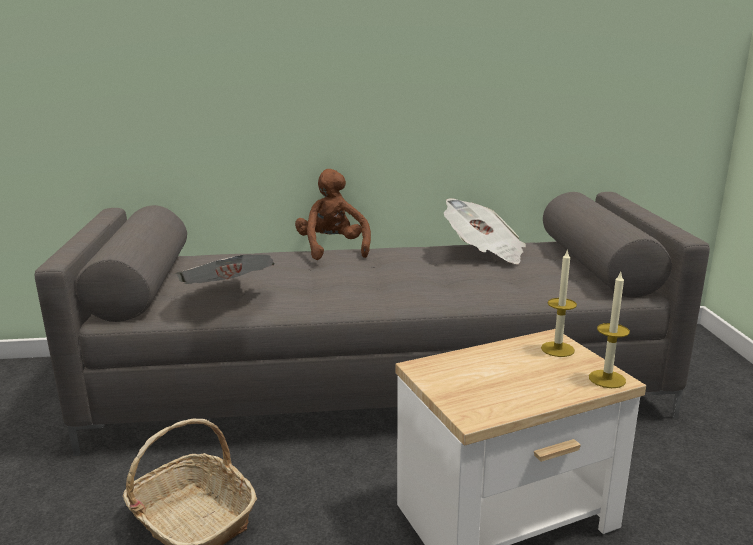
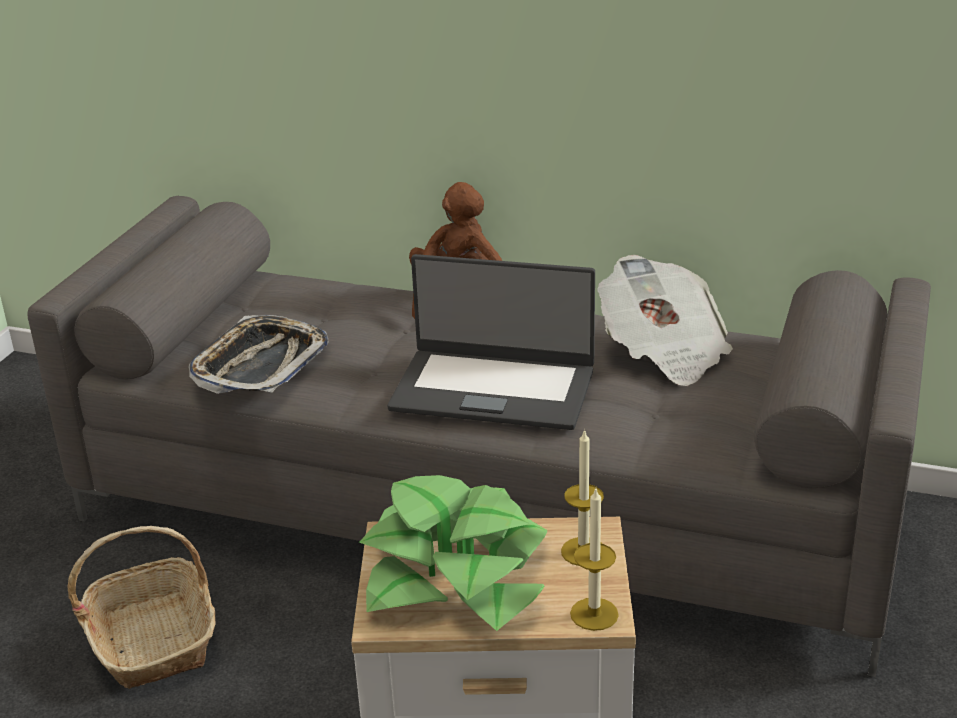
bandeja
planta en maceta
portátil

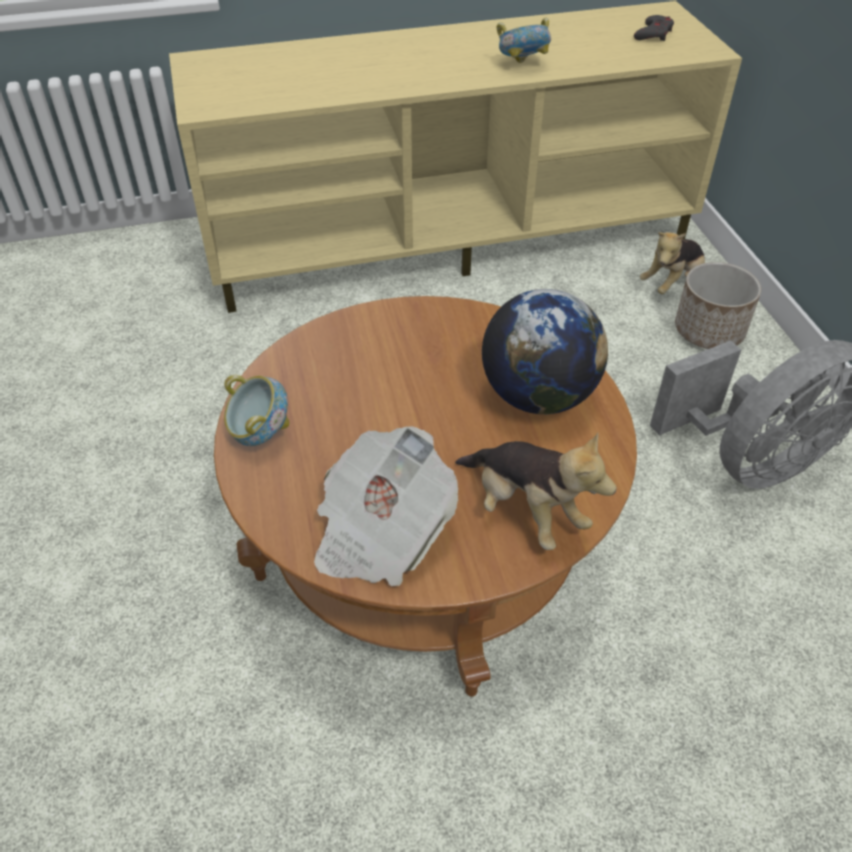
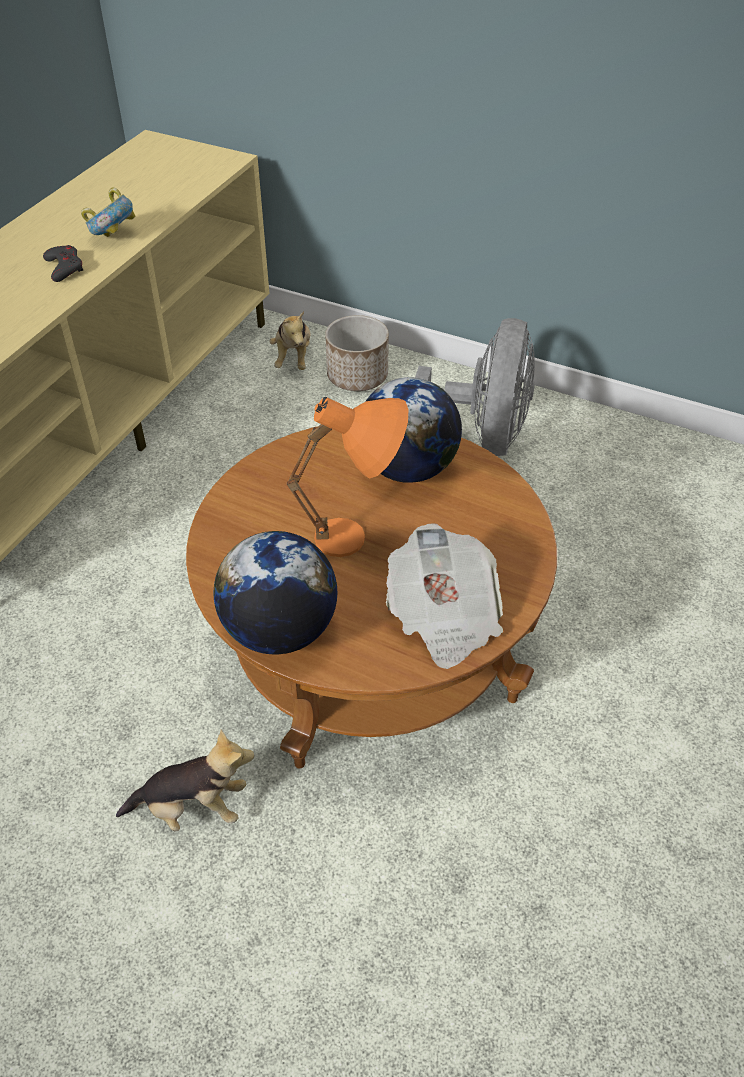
mando de consola/gris
peluche (1st from left)
globo terráqueo (1st from left)
lámpara de mesa/naranja

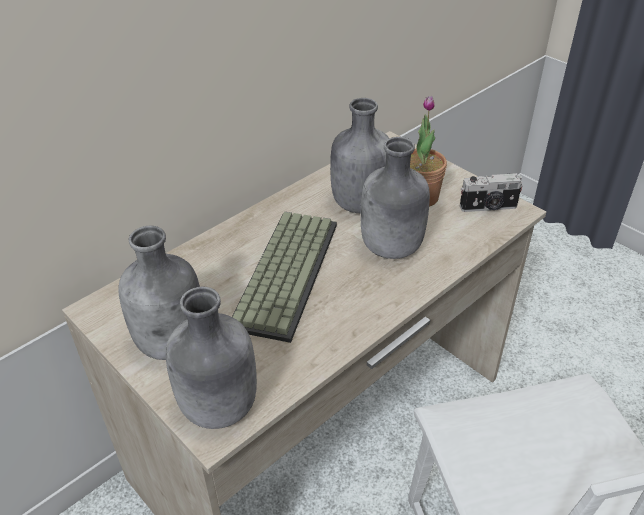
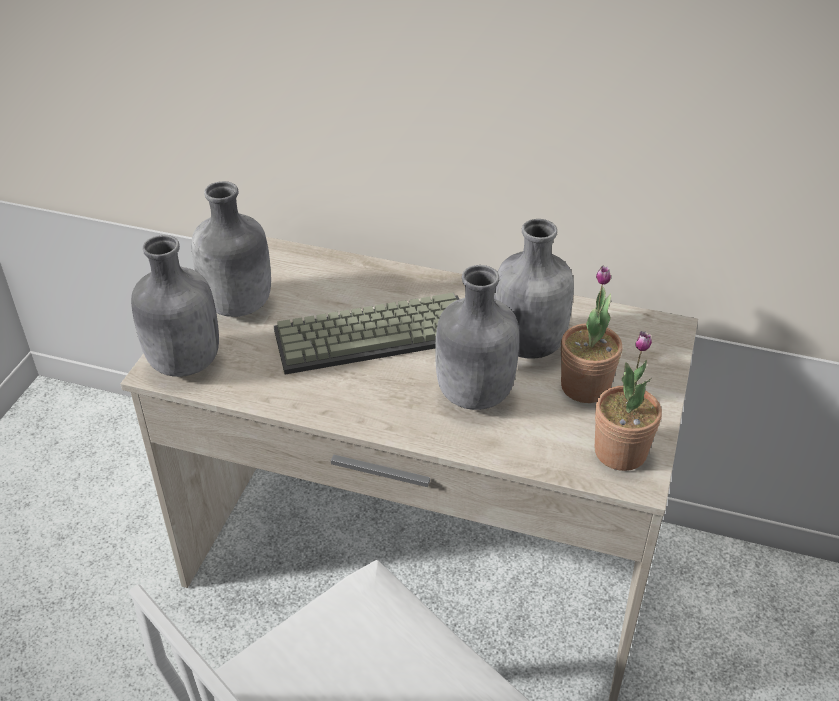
planta en maceta (2nd from left)

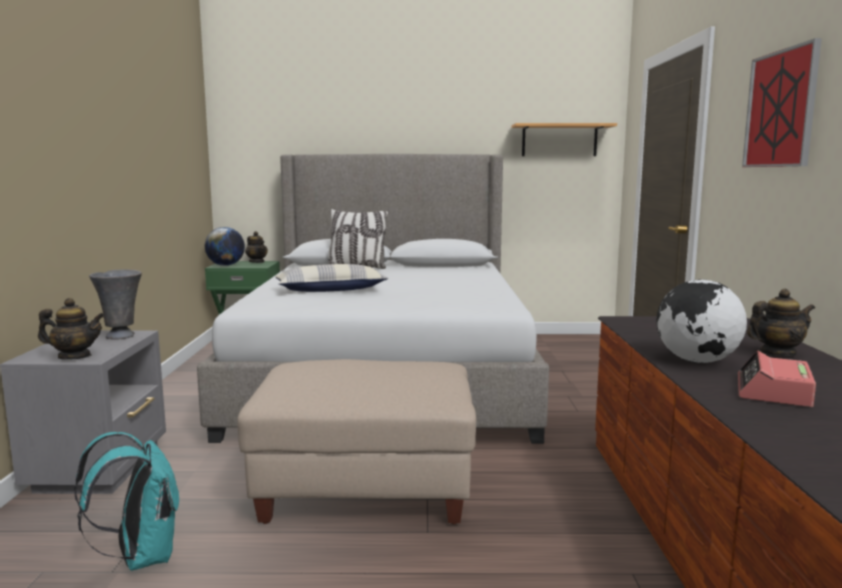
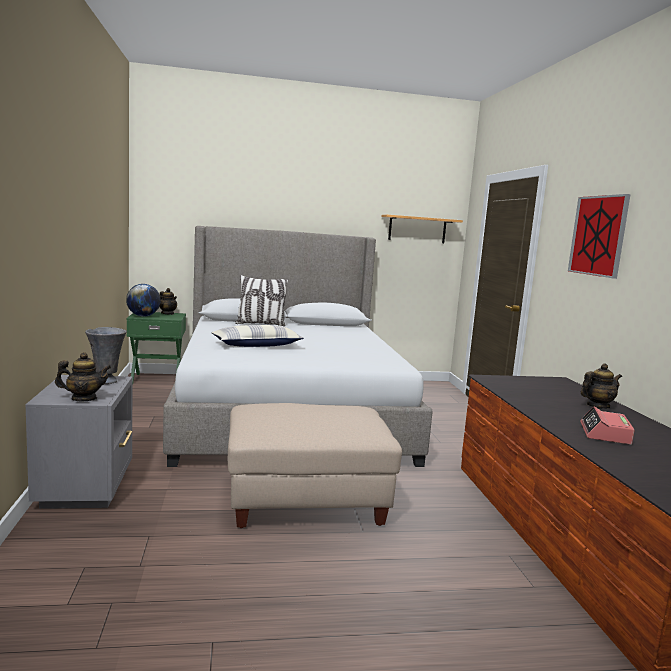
mochila/turquesa
globo terráqueo (2nd from left in the first image)

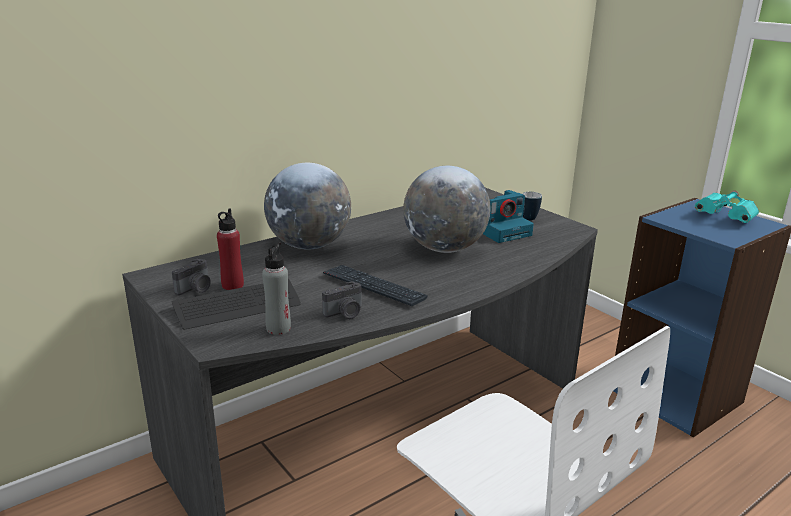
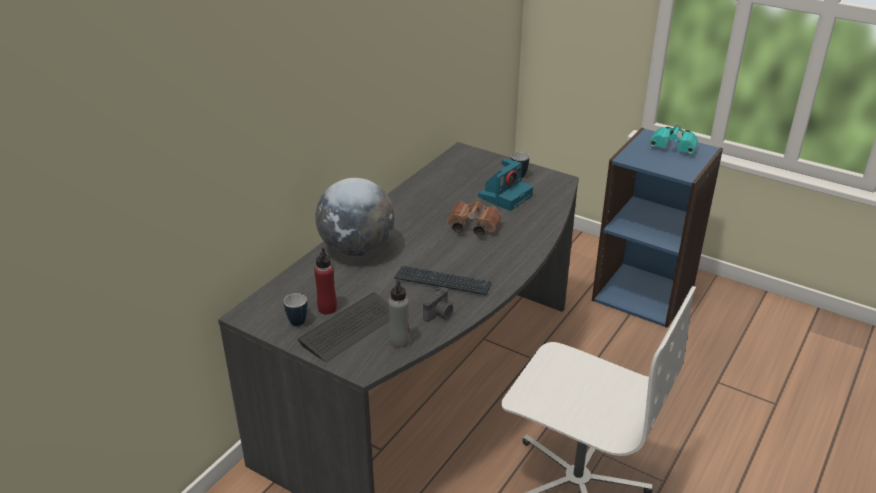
taza grande (1st from left)
prismáticos/marrón

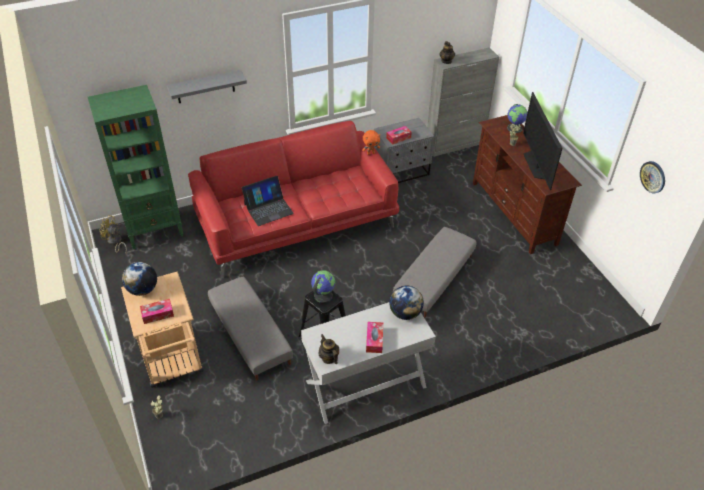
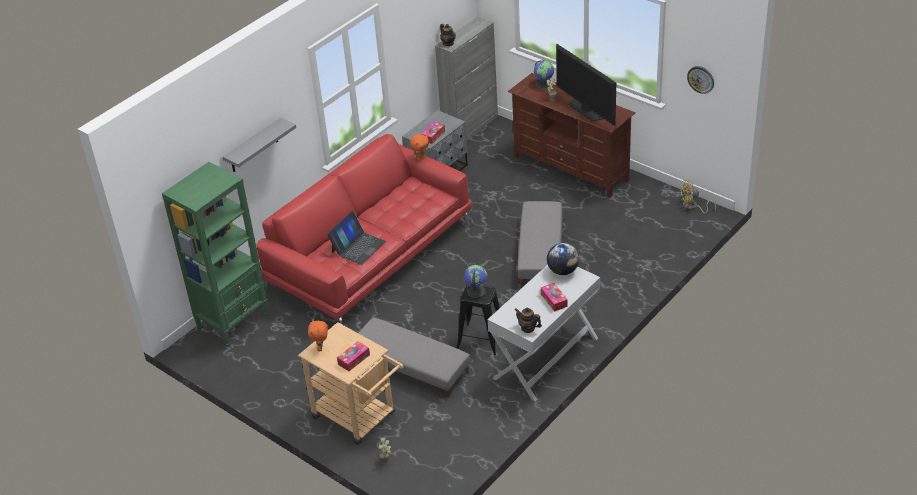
peluche/naranja (1st from left)
ventilador/amarillo

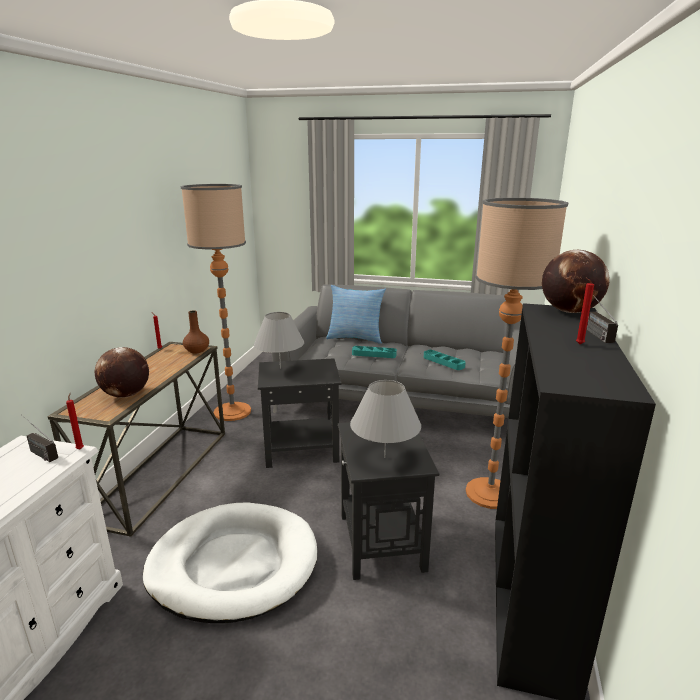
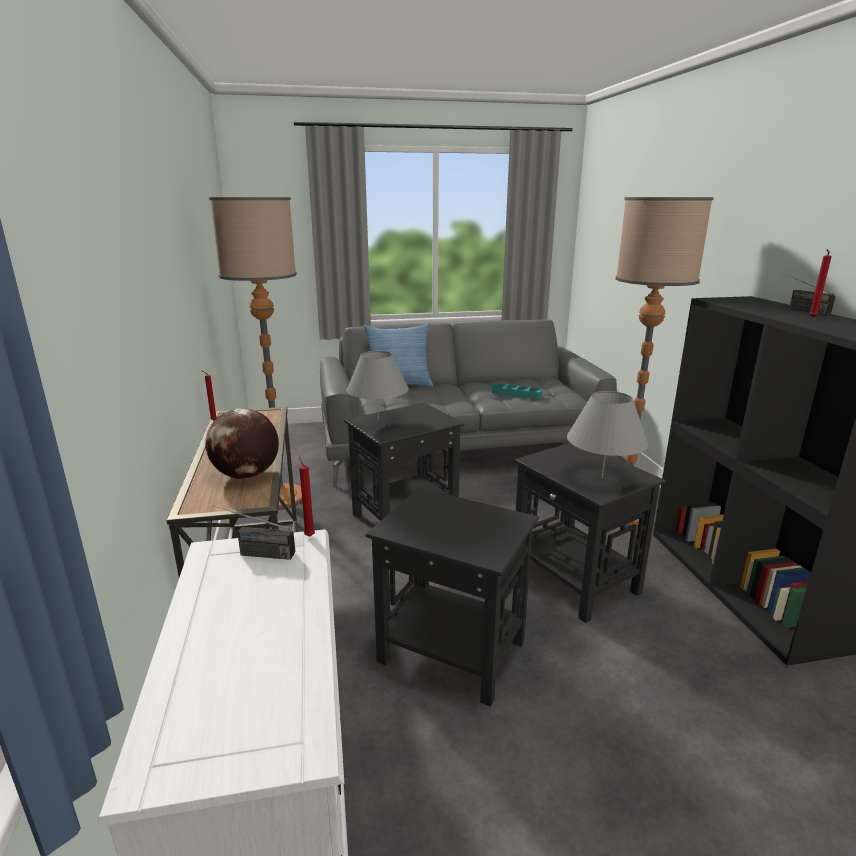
mesa auxiliar/negro (2nd from left)
florero/marrón
bandeja/turquesa (1st from left in the first image)
globo terráqueo (2nd from left in the first image)

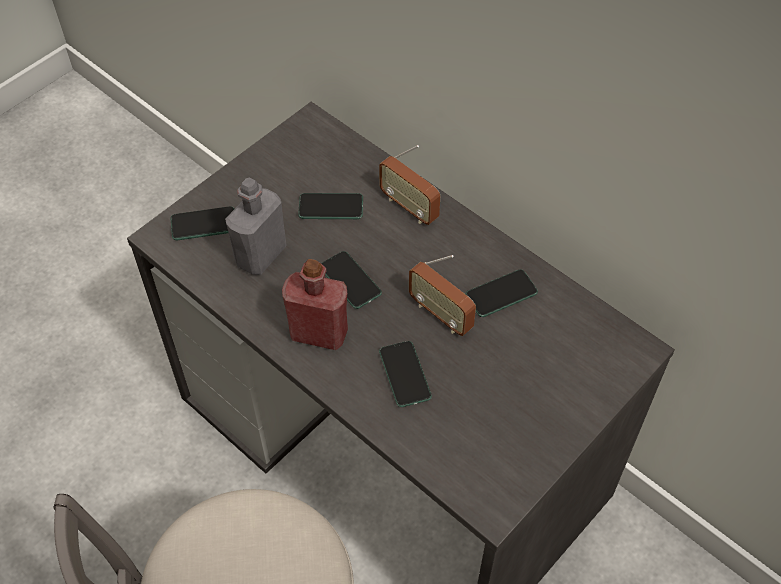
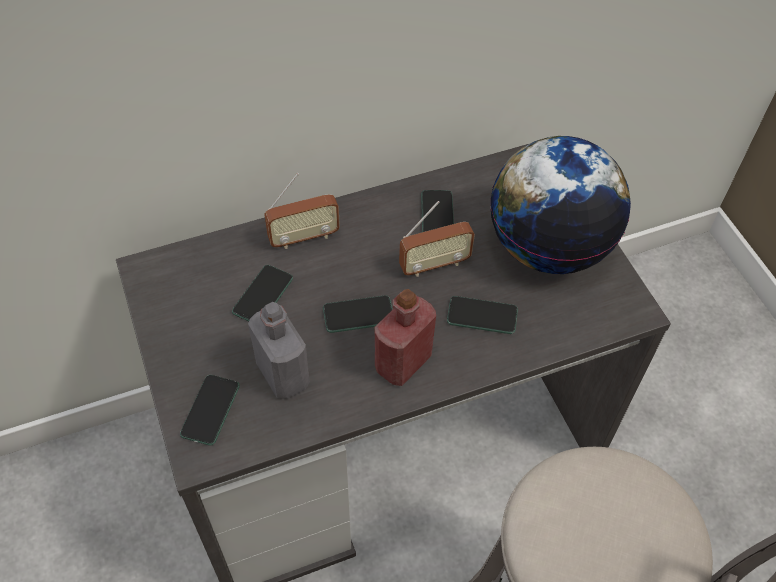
globo terráqueo

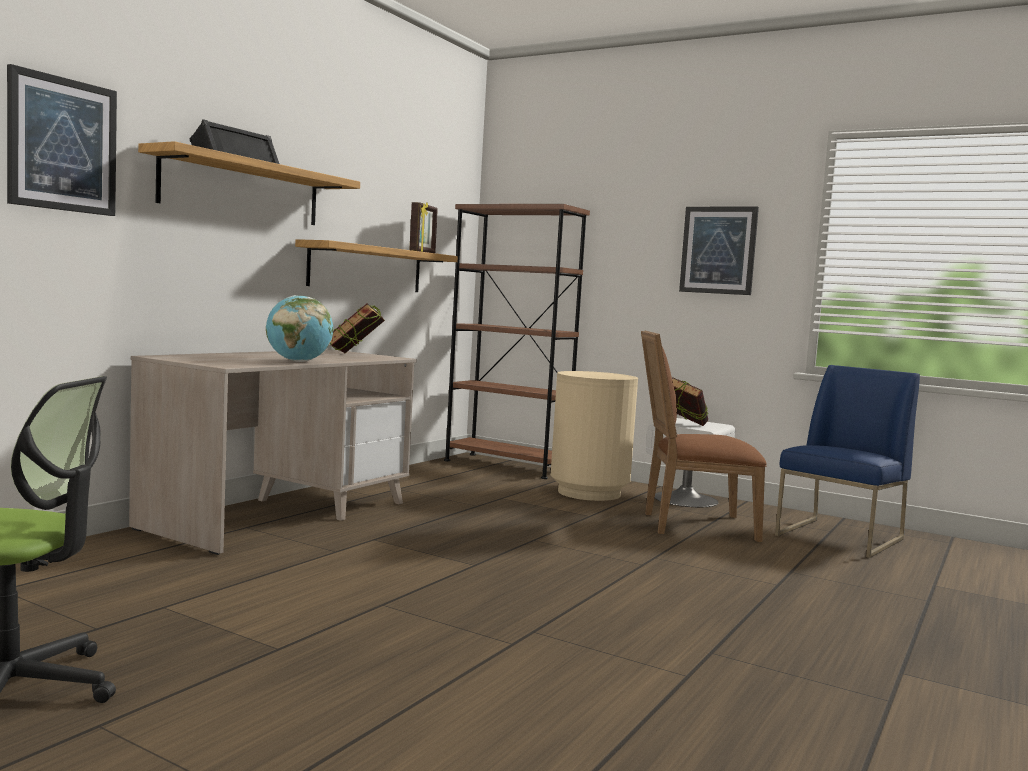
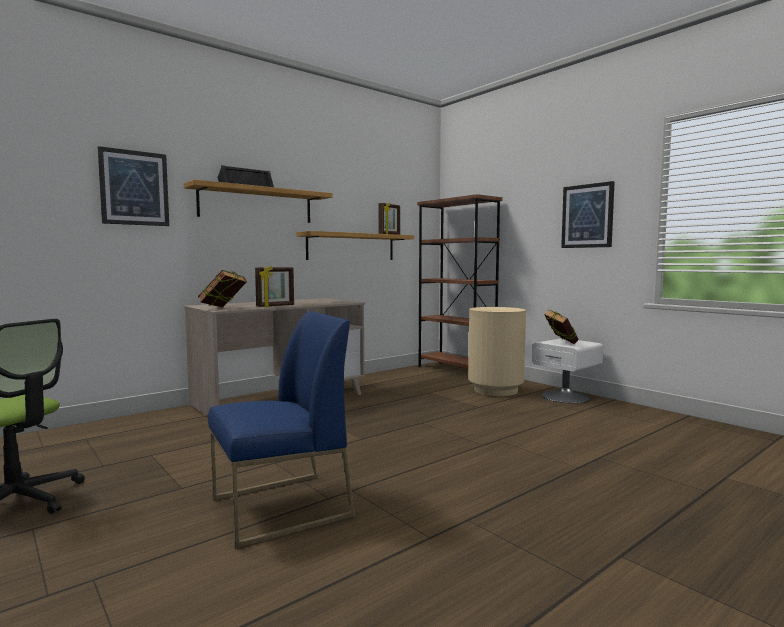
libro (1st from left)
silla/azul
portarretratos (1st from left)
silla/marrón

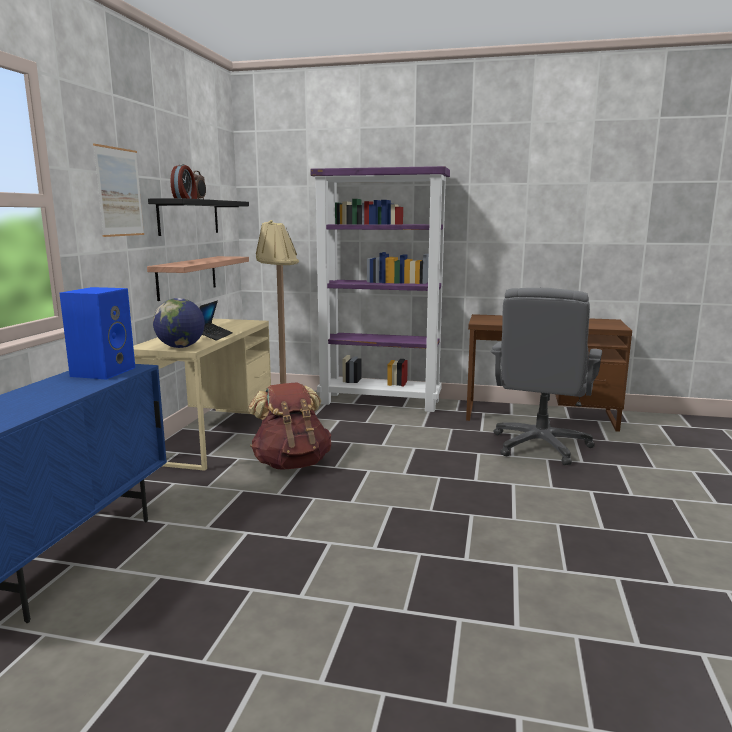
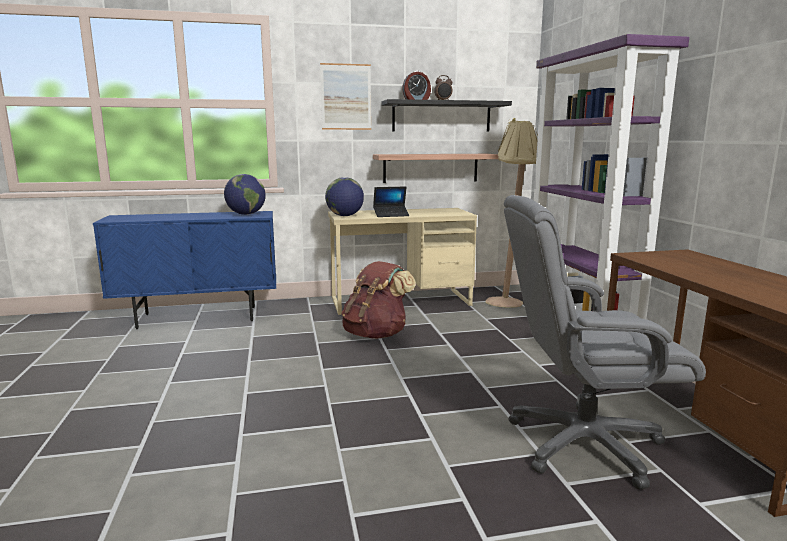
globo terráqueo (1st from left)

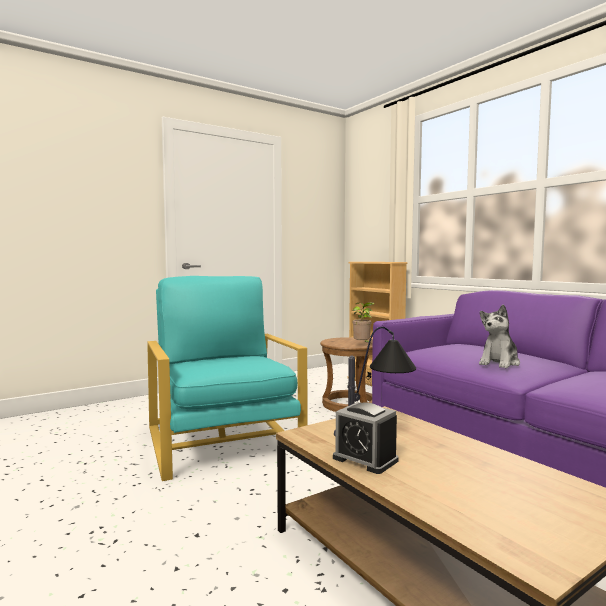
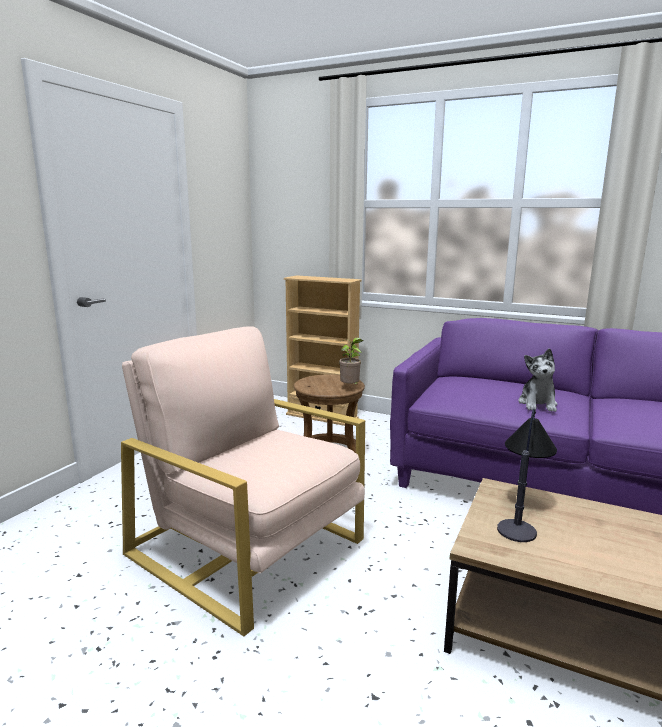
sillón/beis
despertador

